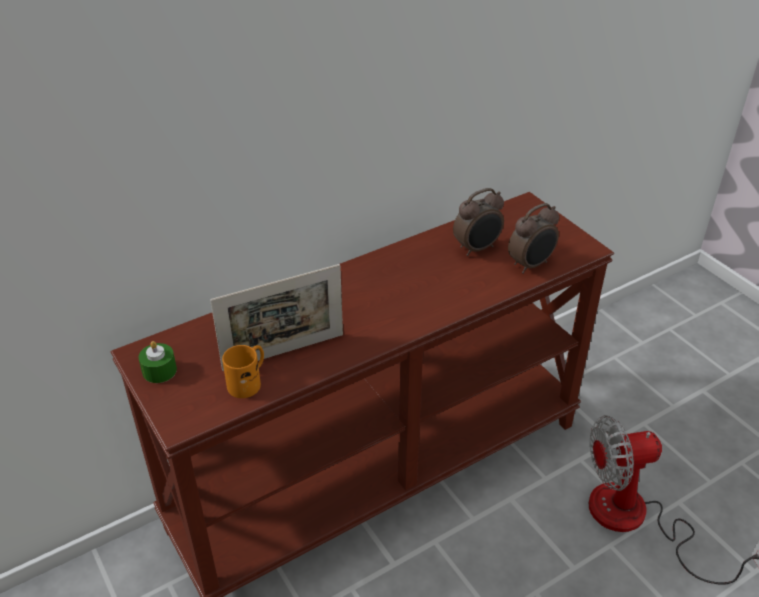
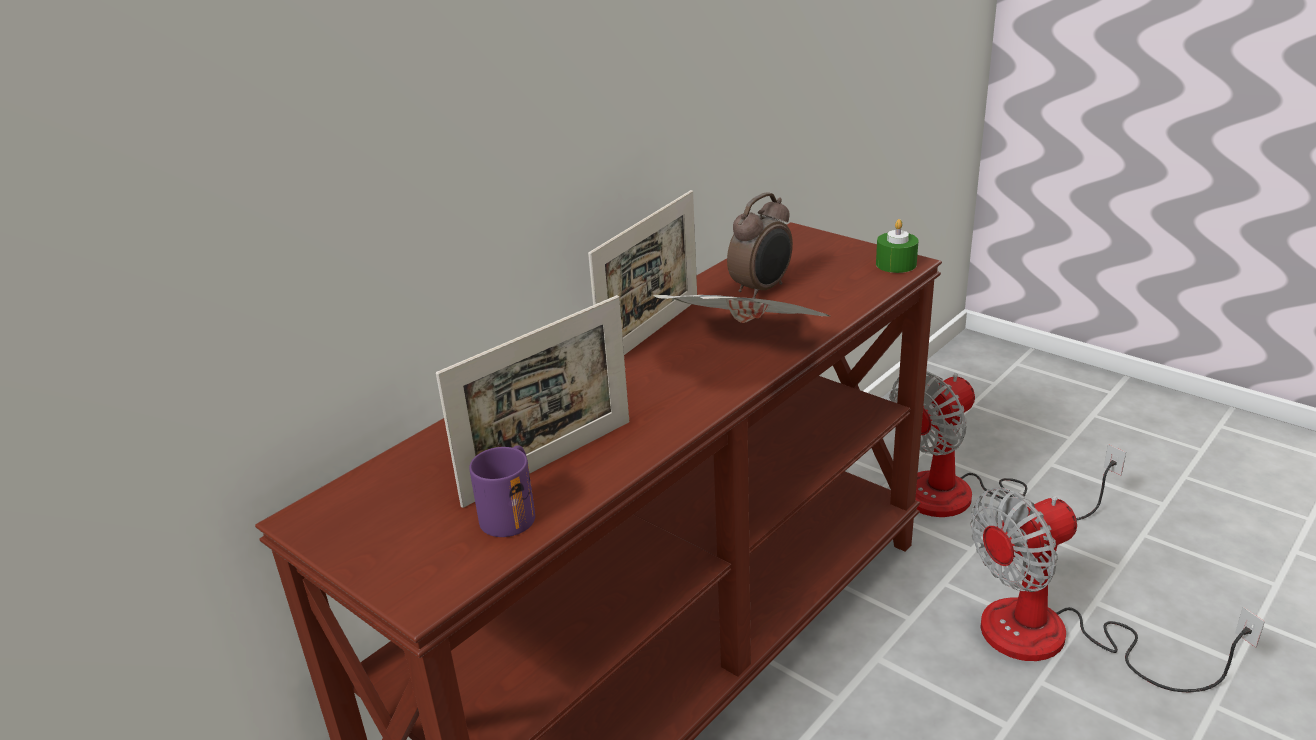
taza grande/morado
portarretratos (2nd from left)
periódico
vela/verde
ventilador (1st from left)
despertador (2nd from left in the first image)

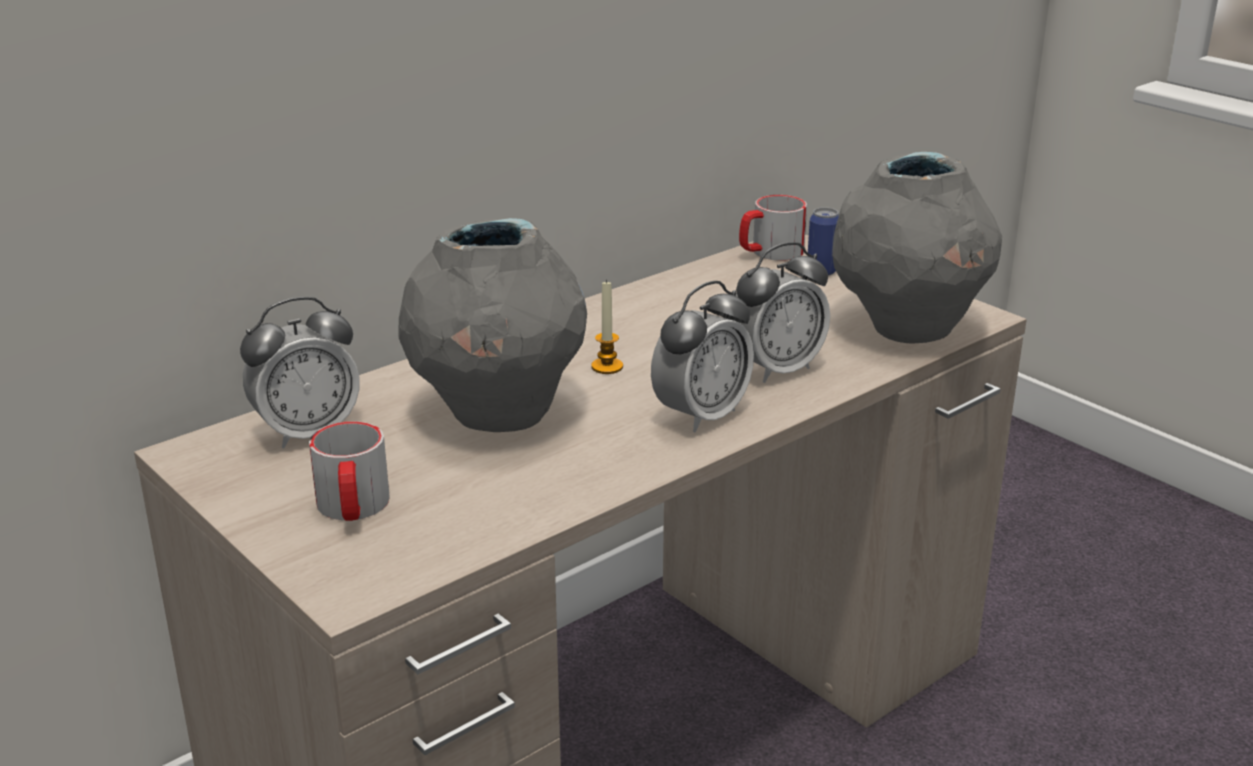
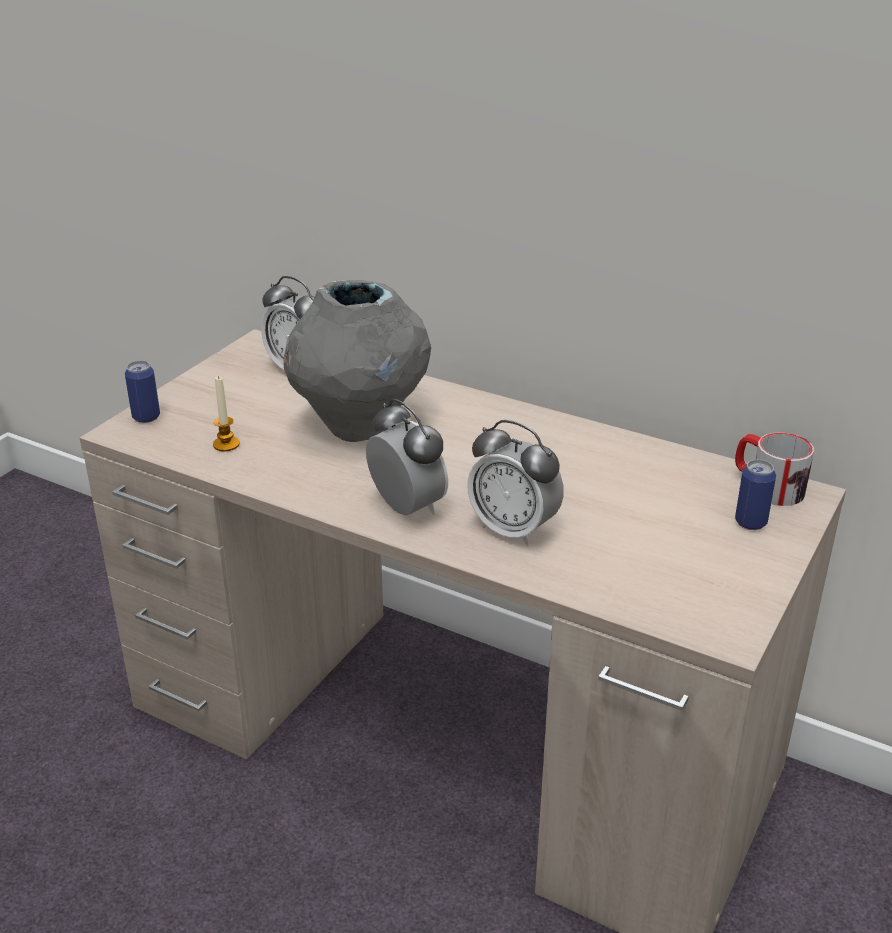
lata (1st from left)
vela
despertador (2nd from left)
taza grande (1st from left in the first image)
florero/gris (2nd from left in the first image)

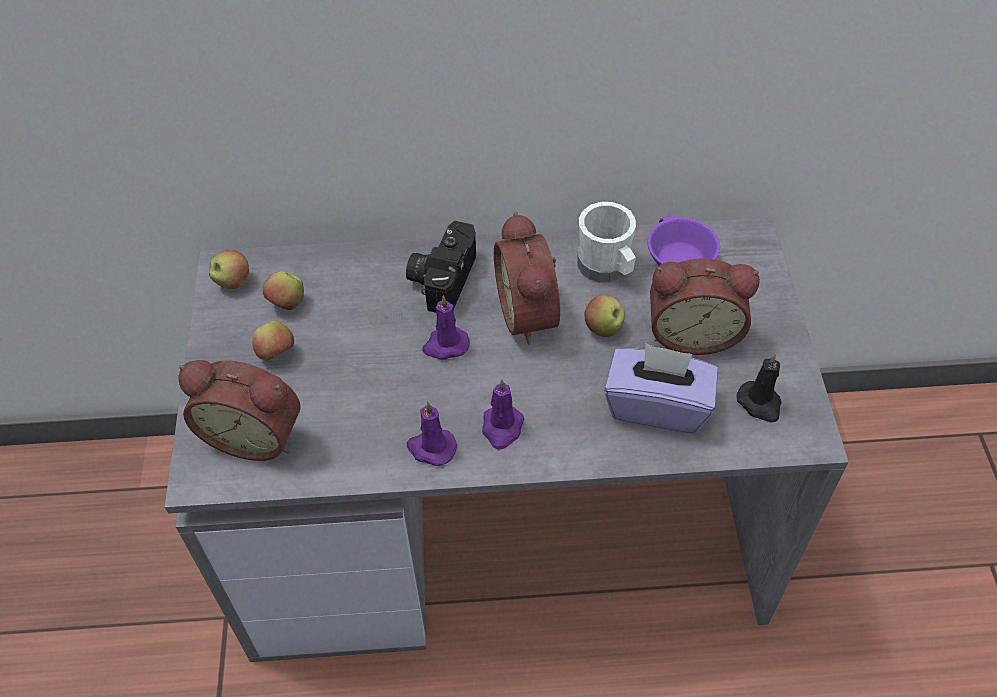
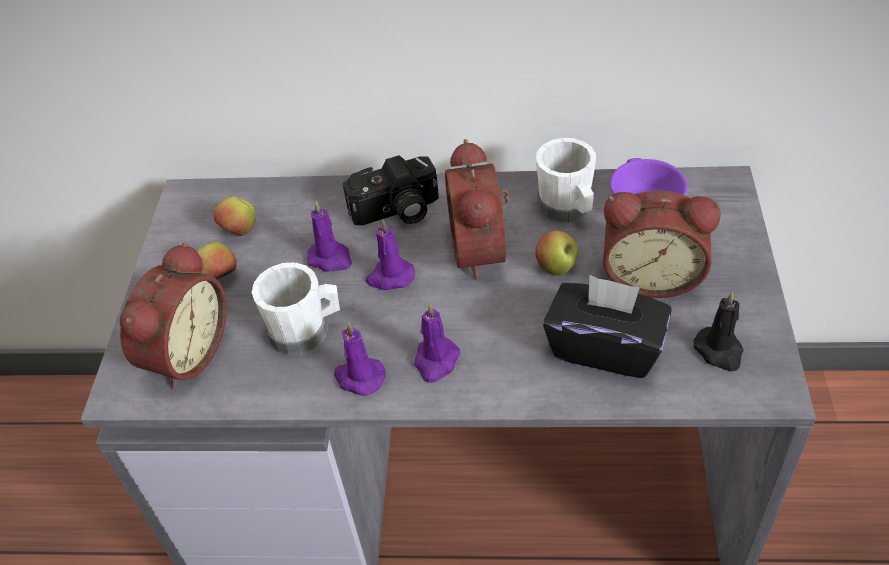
despertador (1st from left)
taza grande/blanco (1st from left)
vela/morado (1st from left)
cámara
caja de pañuelos/negro
manzana (1st from left in the first image)

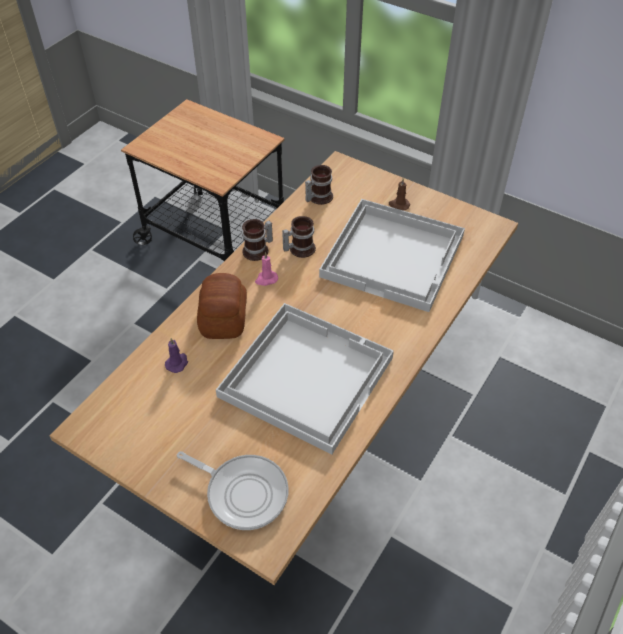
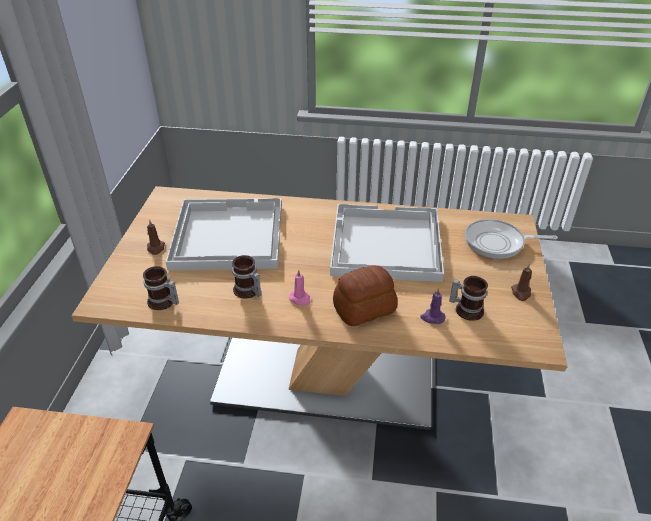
taza grande (3rd from left)
sartén
vela/marrón (2nd from left)

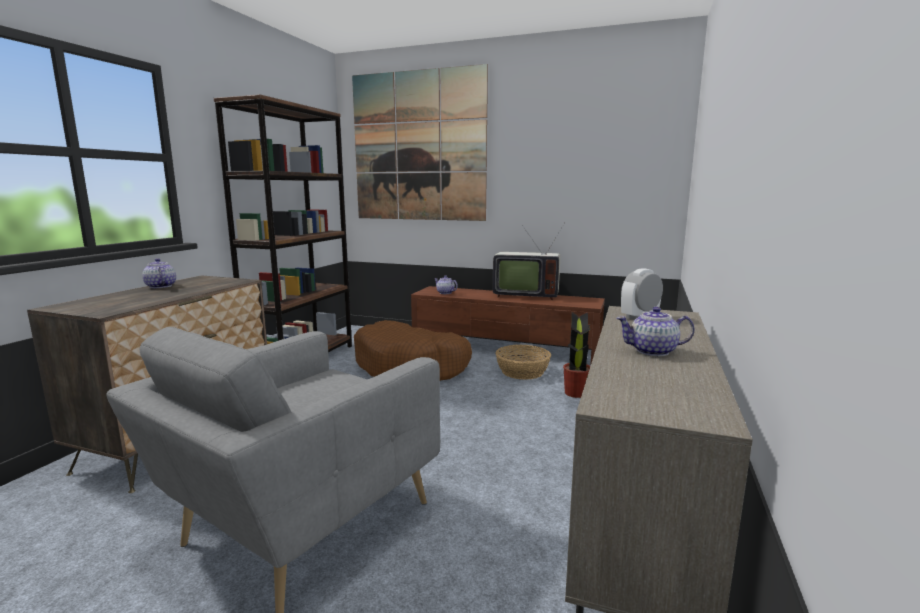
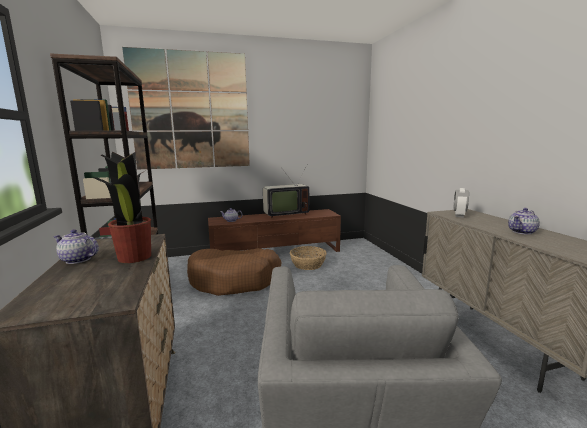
planta en maceta

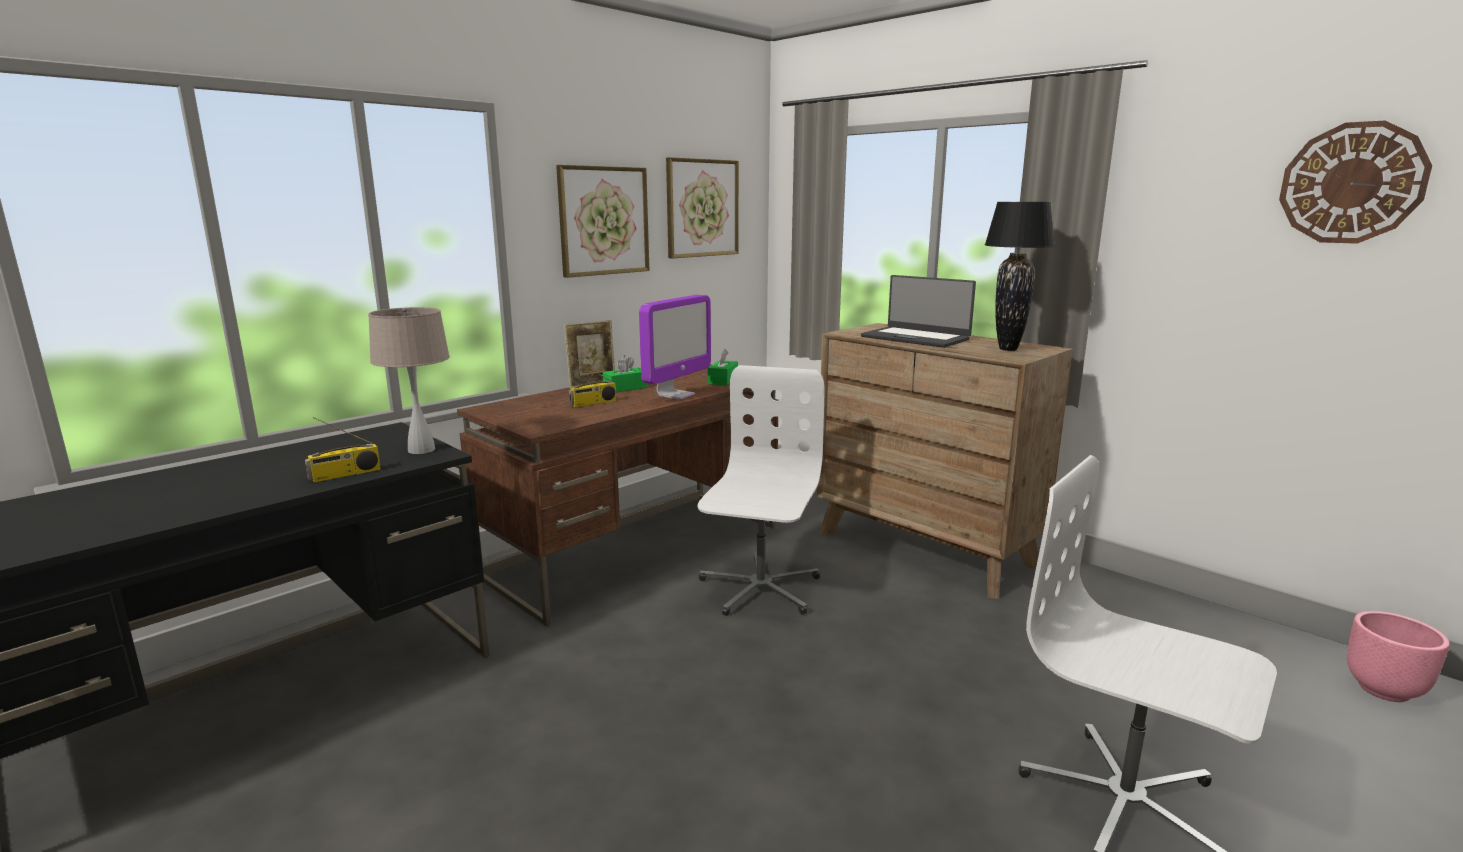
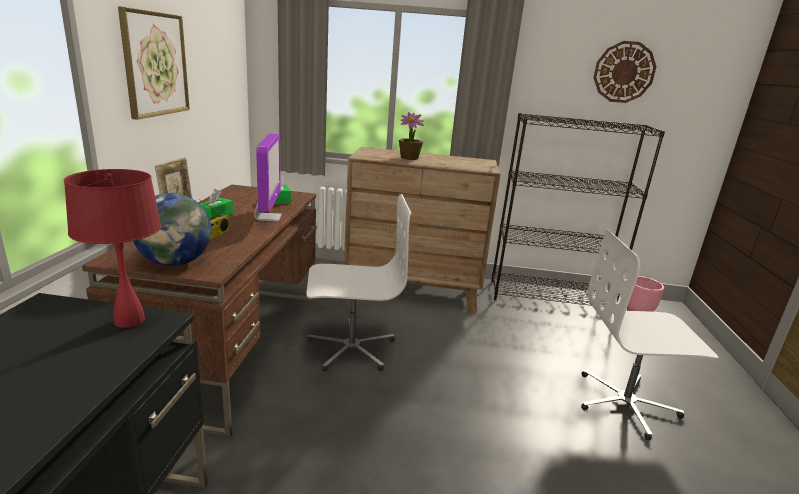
lámpara de mesa/rojo
globo terráqueo
silla de oficina/blanco (1st from left)
planta en maceta
estantería/negro
radio (1st from left in the first image)
cuadro (2nd from left in the first image)
lámpara de mesa/negro

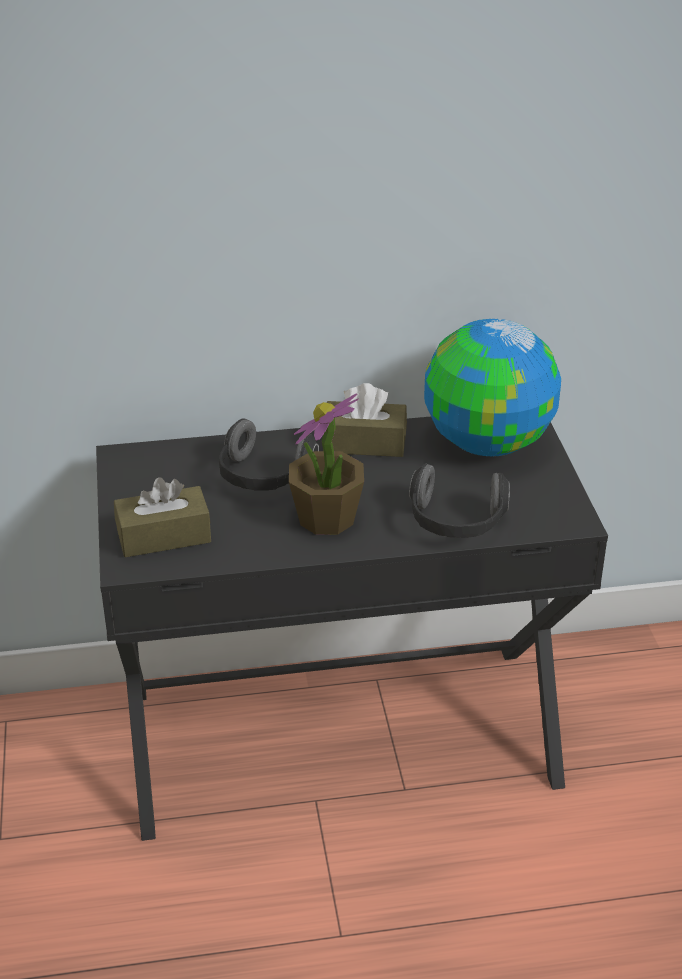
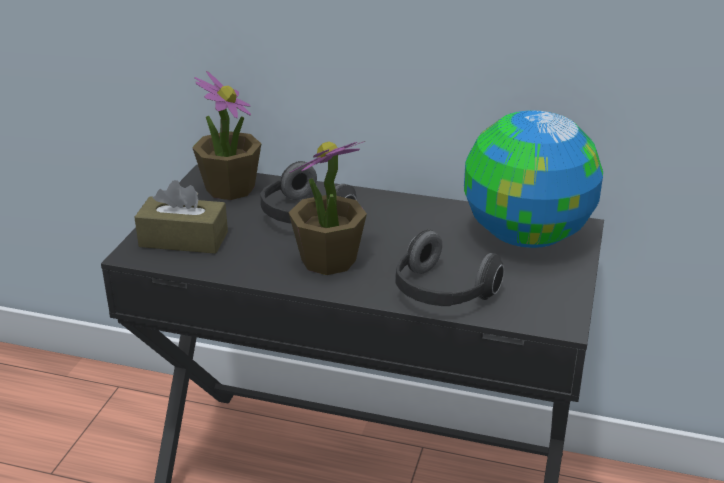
planta en maceta (1st from left)
caja de pañuelos/marrón (2nd from left in the first image)

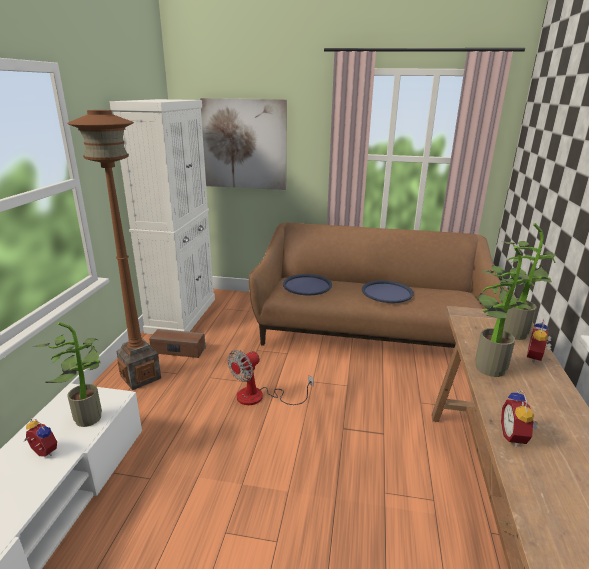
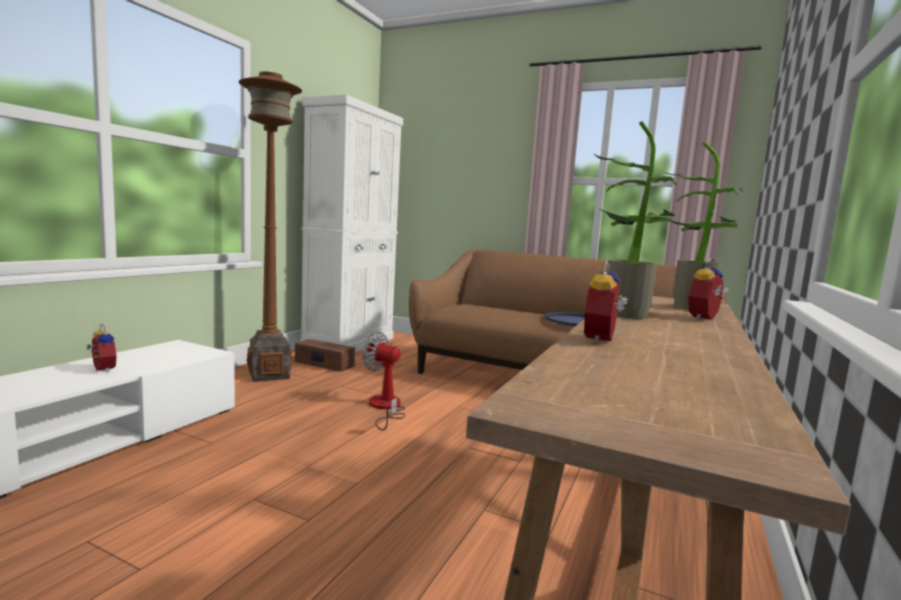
ventilador
planta en maceta (1st from left in the first image)
cuadro
bandeja/azul (1st from left in the first image)

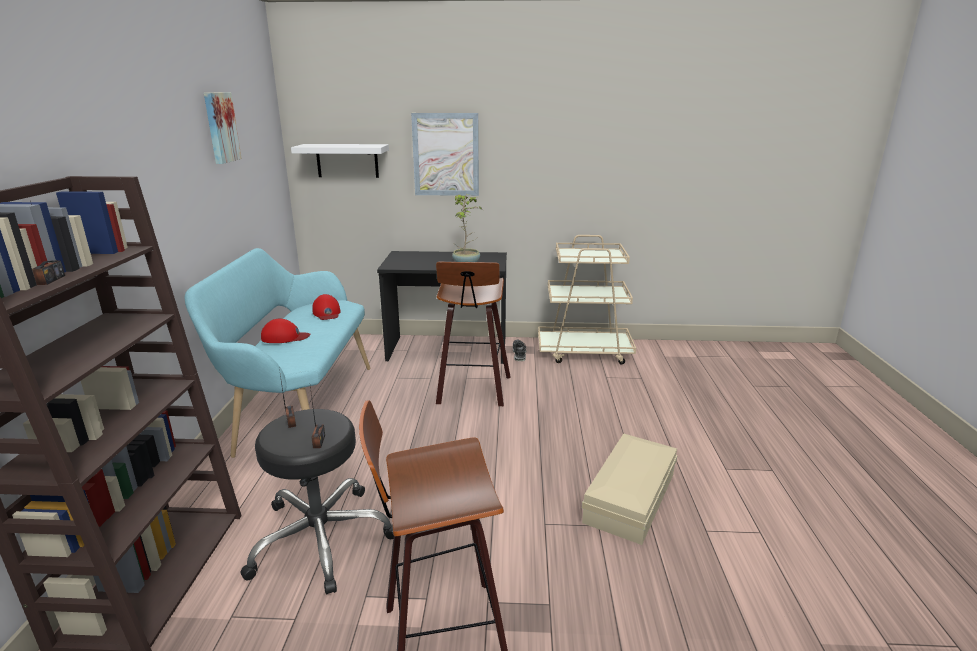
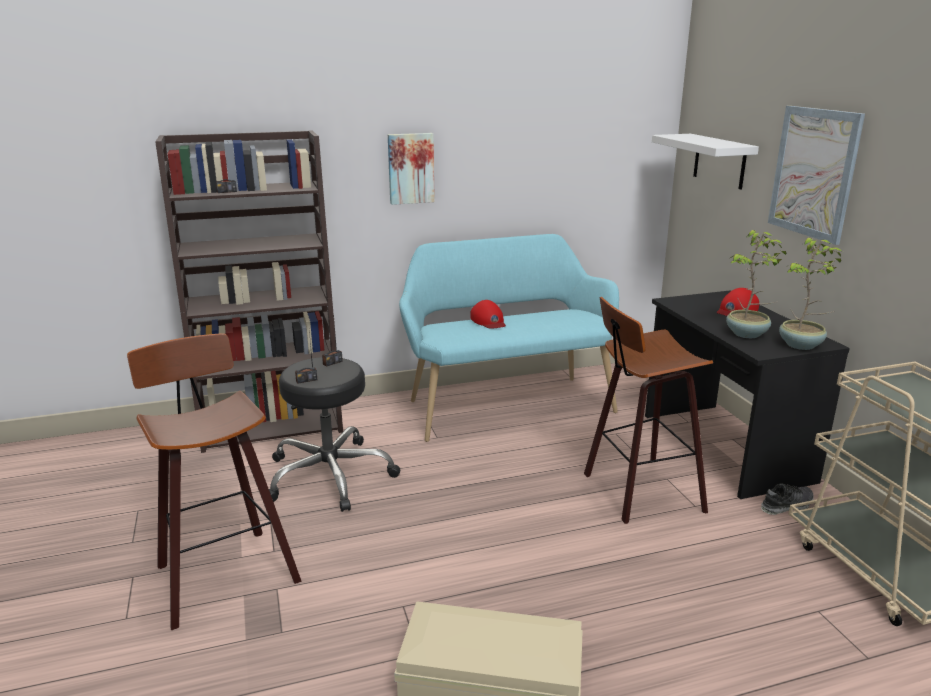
cuadro (1st from left)
gorra/rojo (2nd from left)
planta en maceta (2nd from left)

